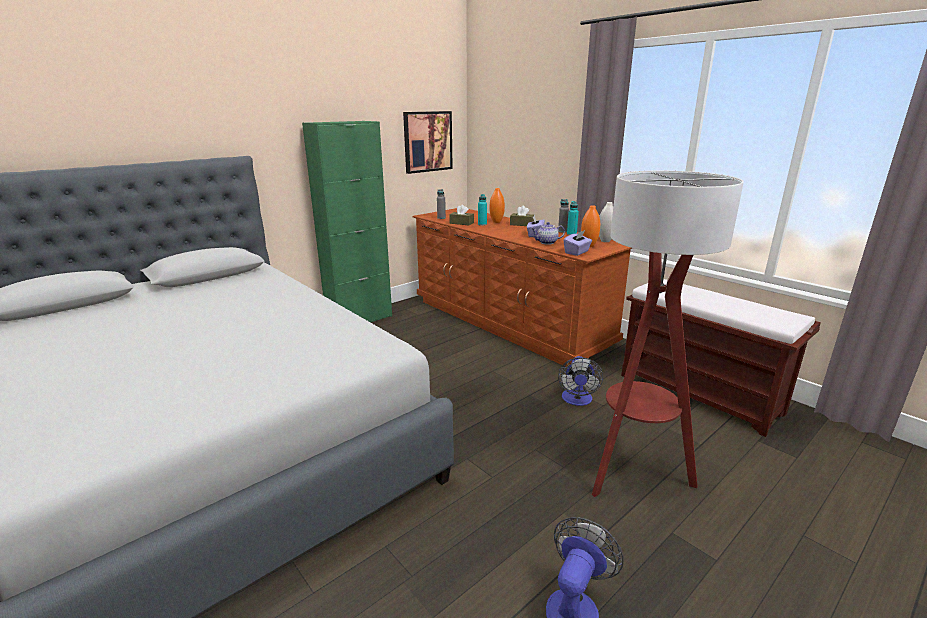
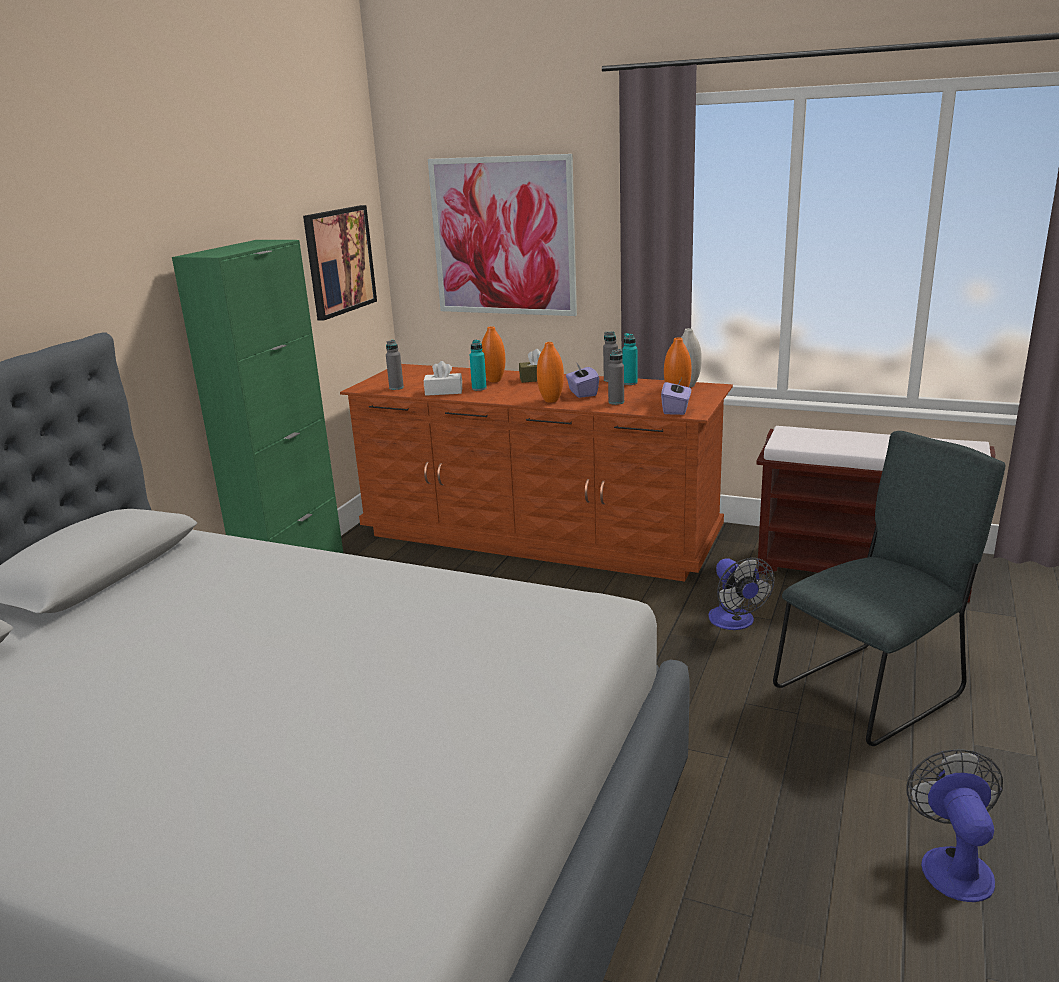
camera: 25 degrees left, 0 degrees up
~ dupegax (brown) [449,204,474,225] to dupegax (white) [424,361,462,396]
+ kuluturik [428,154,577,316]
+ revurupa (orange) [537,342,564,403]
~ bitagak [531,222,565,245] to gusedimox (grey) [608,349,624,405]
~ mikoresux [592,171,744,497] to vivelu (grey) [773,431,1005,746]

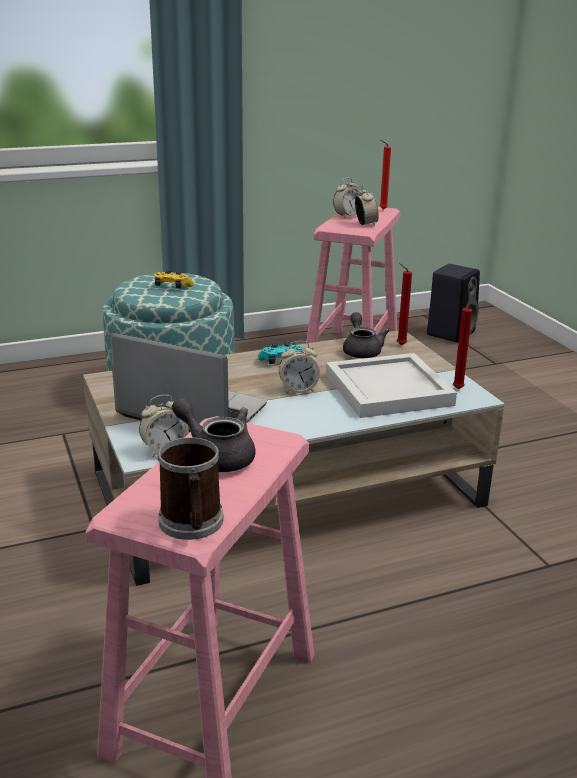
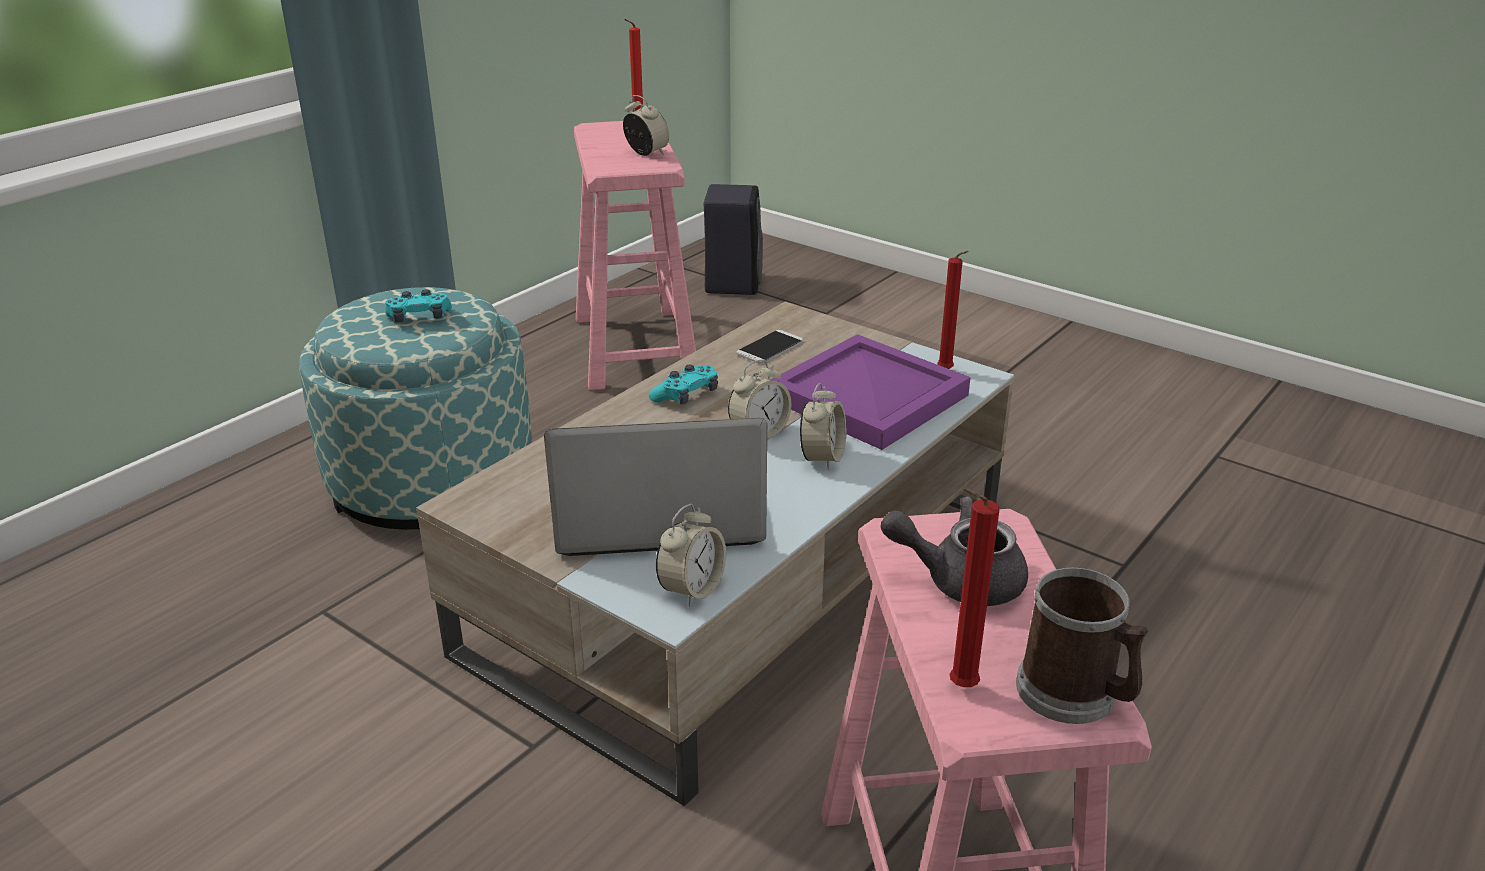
camera: 30 degrees left, 5 degrees up
~ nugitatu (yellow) [154,270,194,288] to nugitatu (turquoise) [385,289,452,322]
~ bitagak (grey) [343,312,389,358] to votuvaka [736,330,803,364]
~ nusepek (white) [326,353,457,418] to nusepek (purple) [770,334,970,450]
~ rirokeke [333,178,360,219] to [800,383,846,471]
~ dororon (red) [397,263,412,345] to [949,488,1000,687]

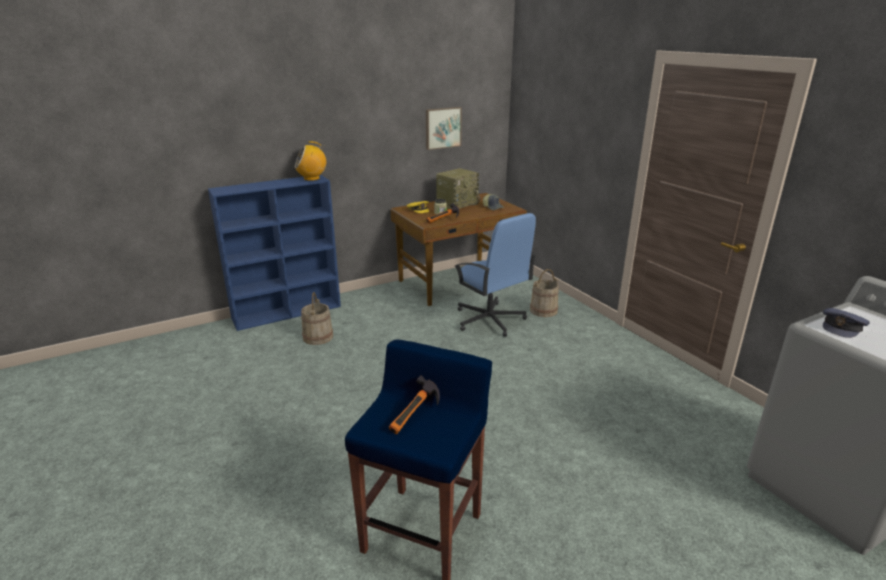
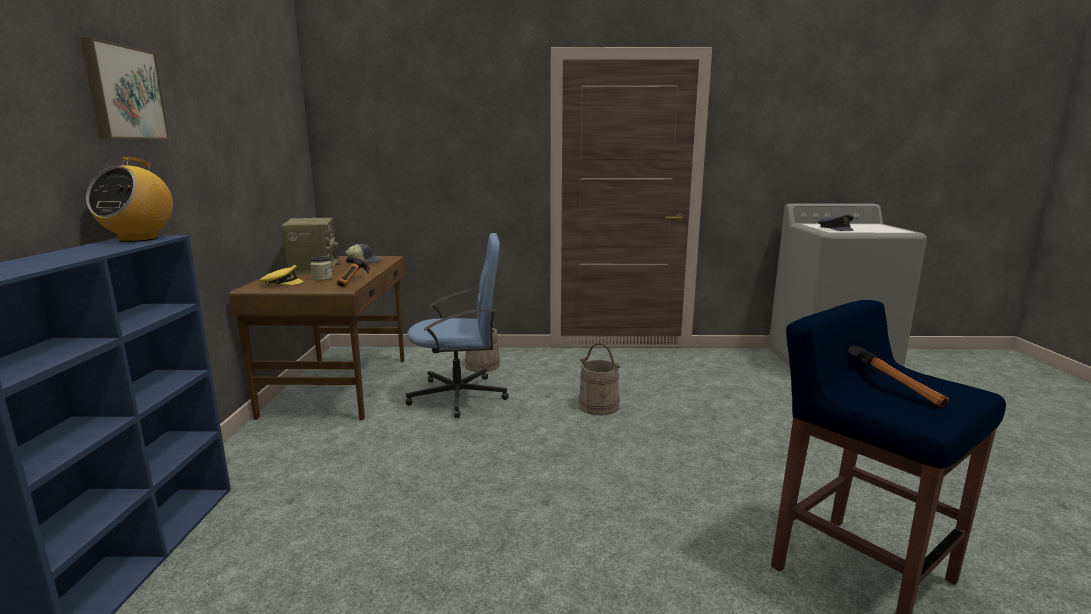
camera: 60 degrees left, 10 degrees down
~ kuluturik [426,107,462,150] to [80,37,171,140]
~ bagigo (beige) [301,292,333,345] to [578,342,621,415]

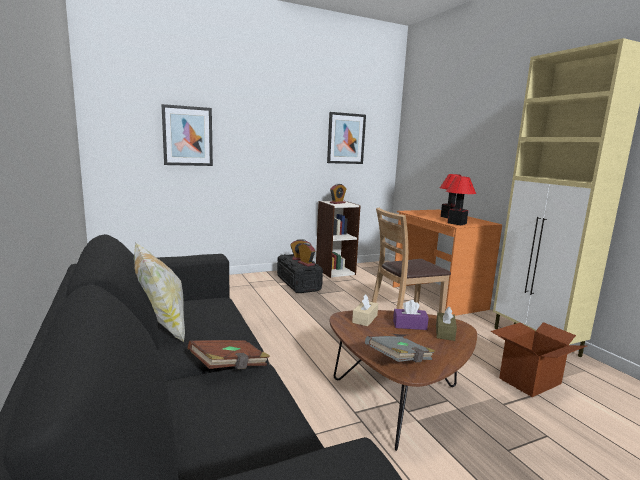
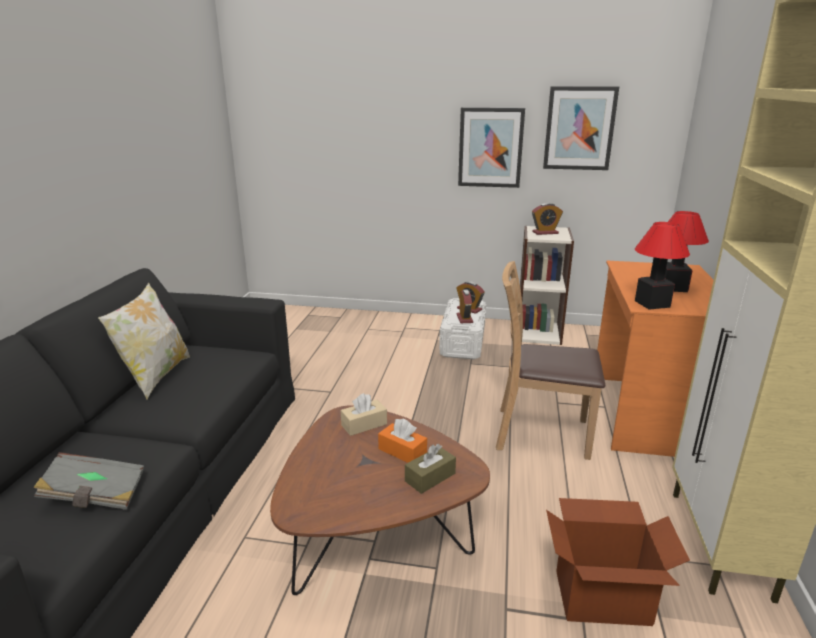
camera: 35 degrees right, 10 degrees up
~ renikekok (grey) [365,336,435,363] to [34,452,144,510]
~ dupegax (purple) [393,300,429,330] to dupegax (orange) [378,418,427,463]
~ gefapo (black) [277,254,323,293] to gefapo (white) [439,298,486,359]
~ kuluturik [161,104,213,166] to [458,107,525,188]
- renikekok (brown) [188,340,270,369]

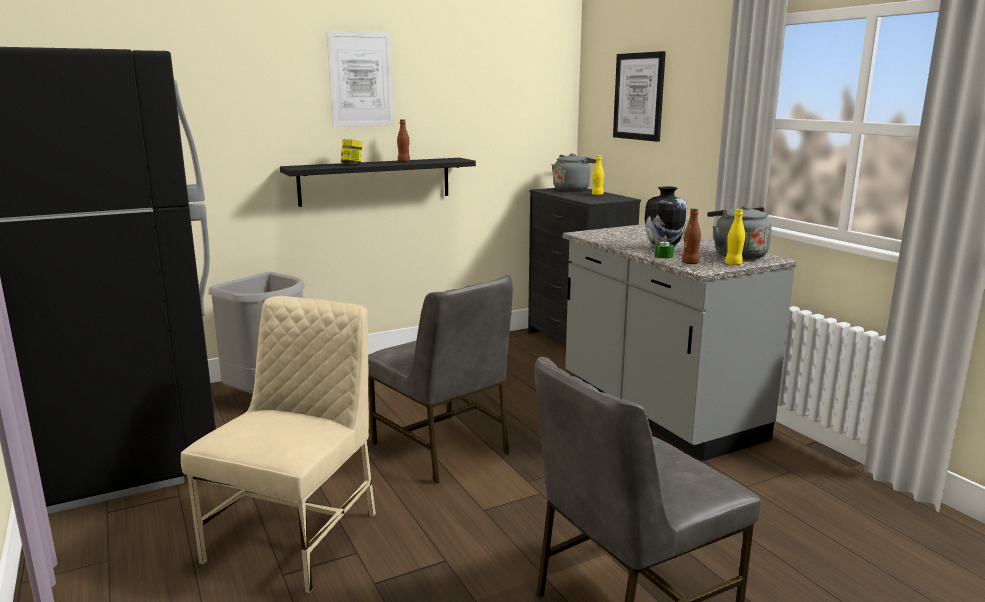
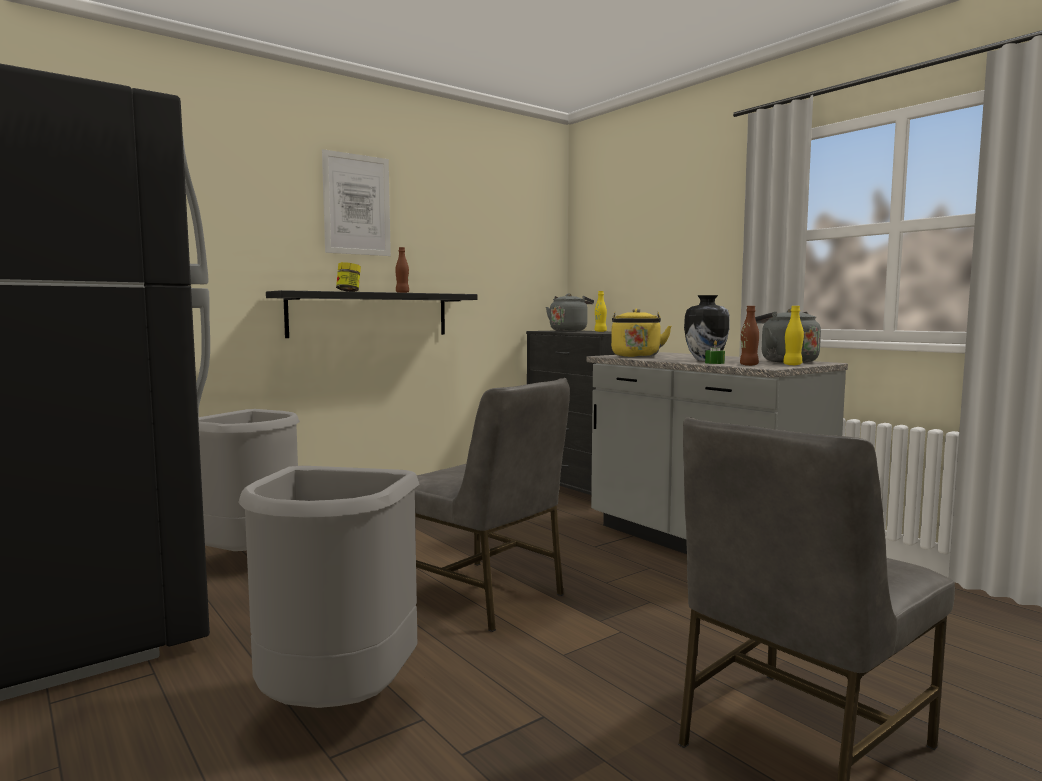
camera: 10 degrees left, 10 degrees down
~ vivelu (beige) [181,296,376,593] to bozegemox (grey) [238,466,419,708]
+ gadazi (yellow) [611,309,672,357]
- kuluturik [613,51,666,142]

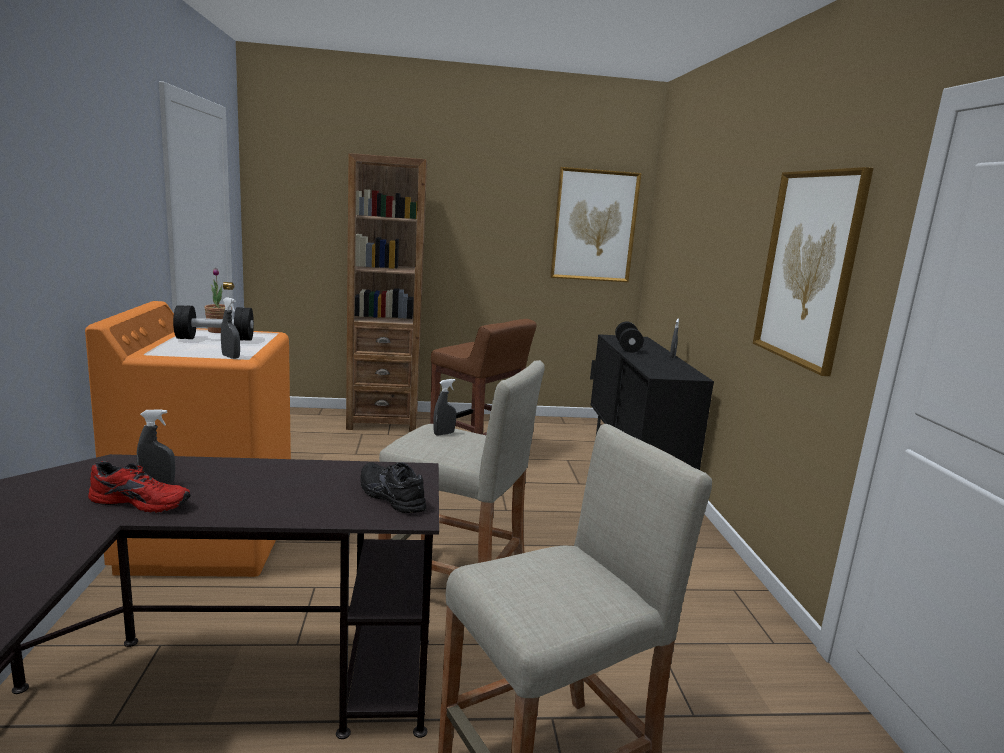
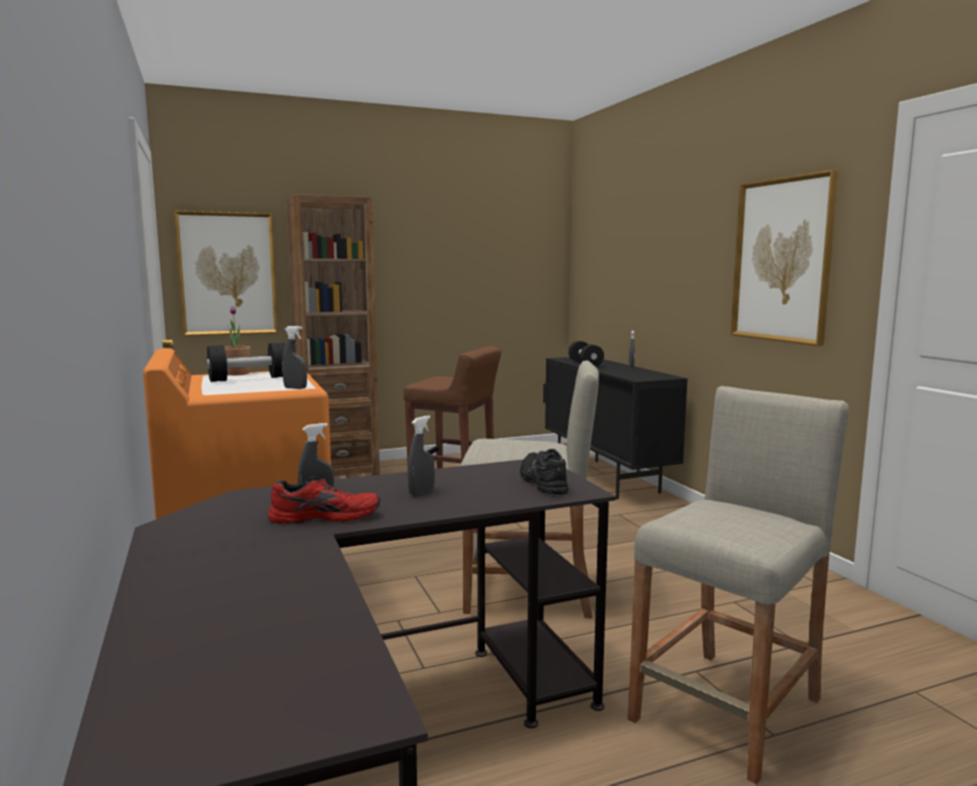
camera: 15 degrees left, 5 degrees down
~ kuluturik [550,167,641,282] to [174,211,278,336]
~ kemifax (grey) [433,379,456,436] to [407,416,435,496]
~ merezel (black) [360,462,426,513] = [520,449,568,494] 45 degrees clockwise

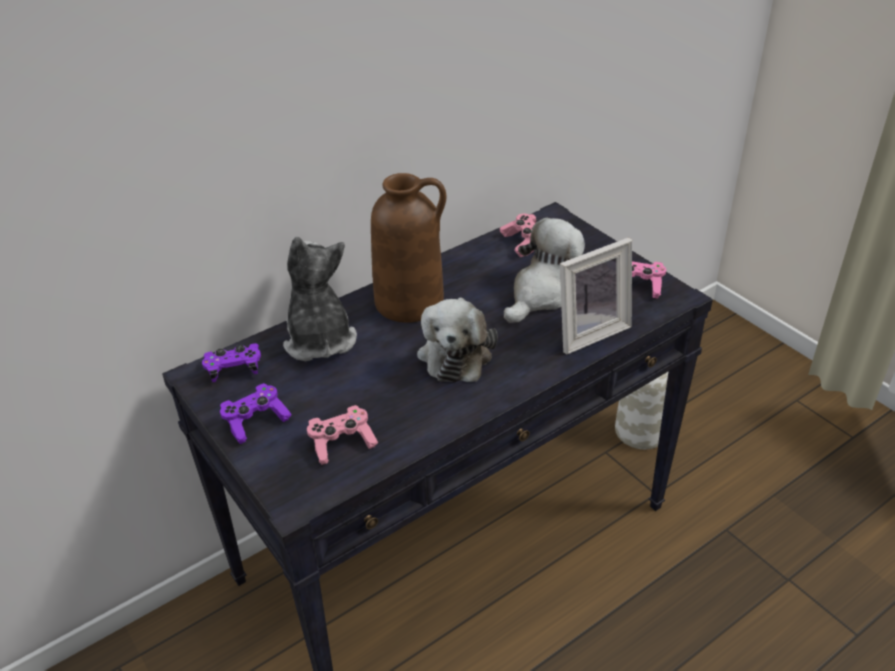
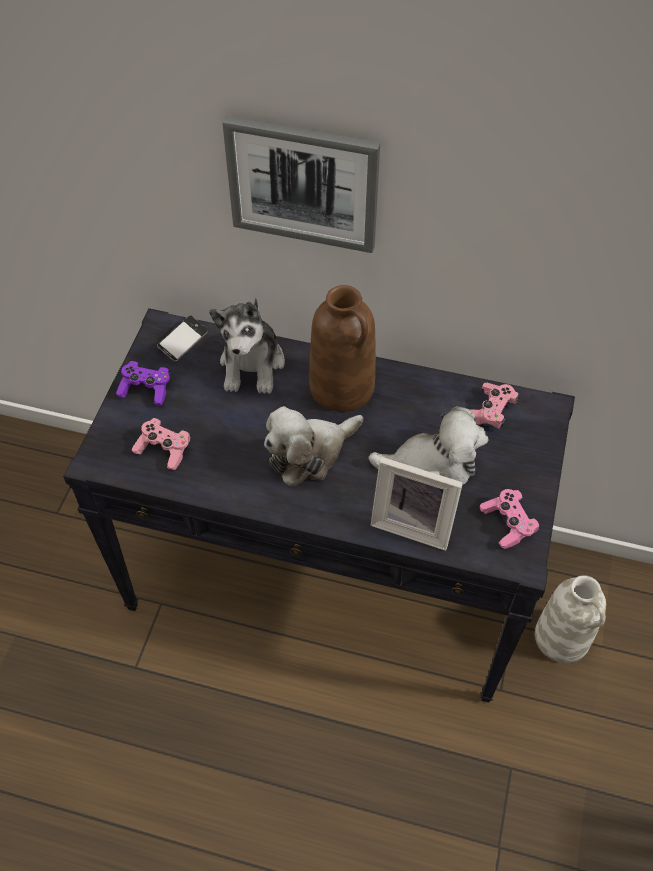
camera: 50 degrees right, 15 degrees up
~ nugitatu (purple) [202,343,261,382] to votuvaka [157,315,208,362]
~ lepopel [283,237,357,361] = [209,297,285,394] 150 degrees clockwise
+ kuluturik [222,116,380,253]

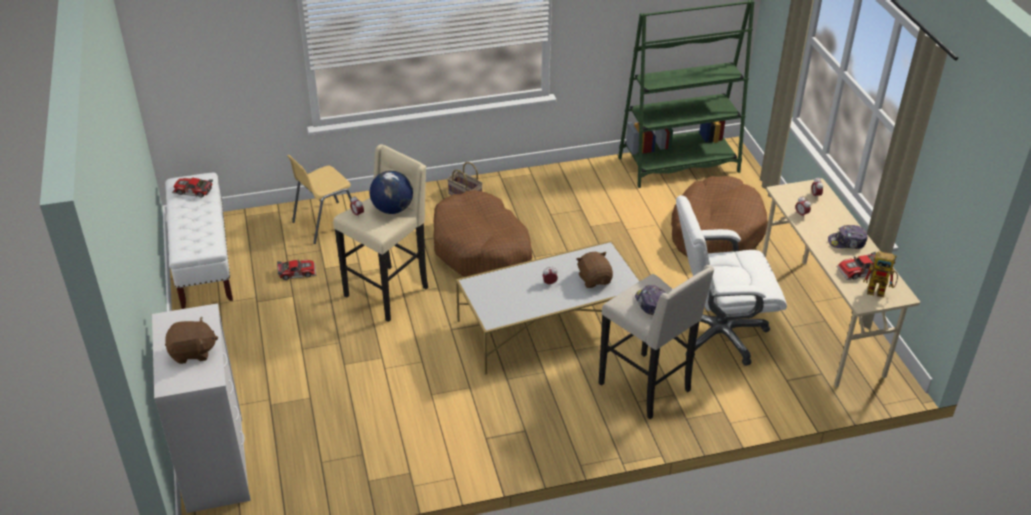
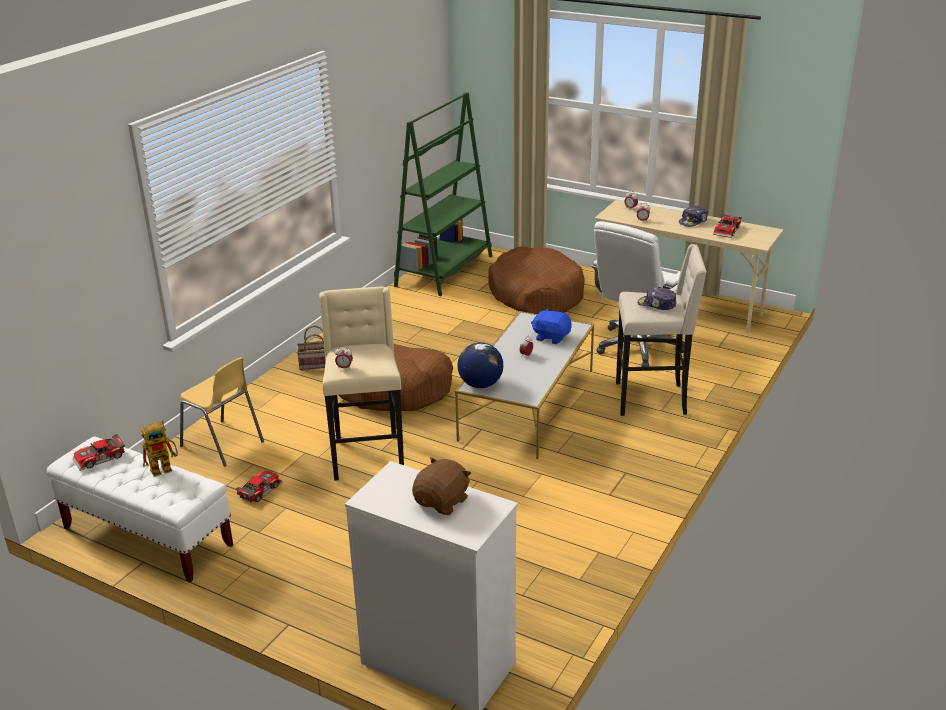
camera: 45 degrees left, 10 degrees down
~ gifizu [863,251,898,297] to [141,421,178,477]
~ vivelu (yellow) [287,155,352,244] = [180,357,264,466] 60 degrees counterclockwise
~ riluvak [369,171,413,214] to [458,342,503,388]
~ lepopel (brown) [576,252,613,288] to lepopel (blue) [531,308,572,344]

